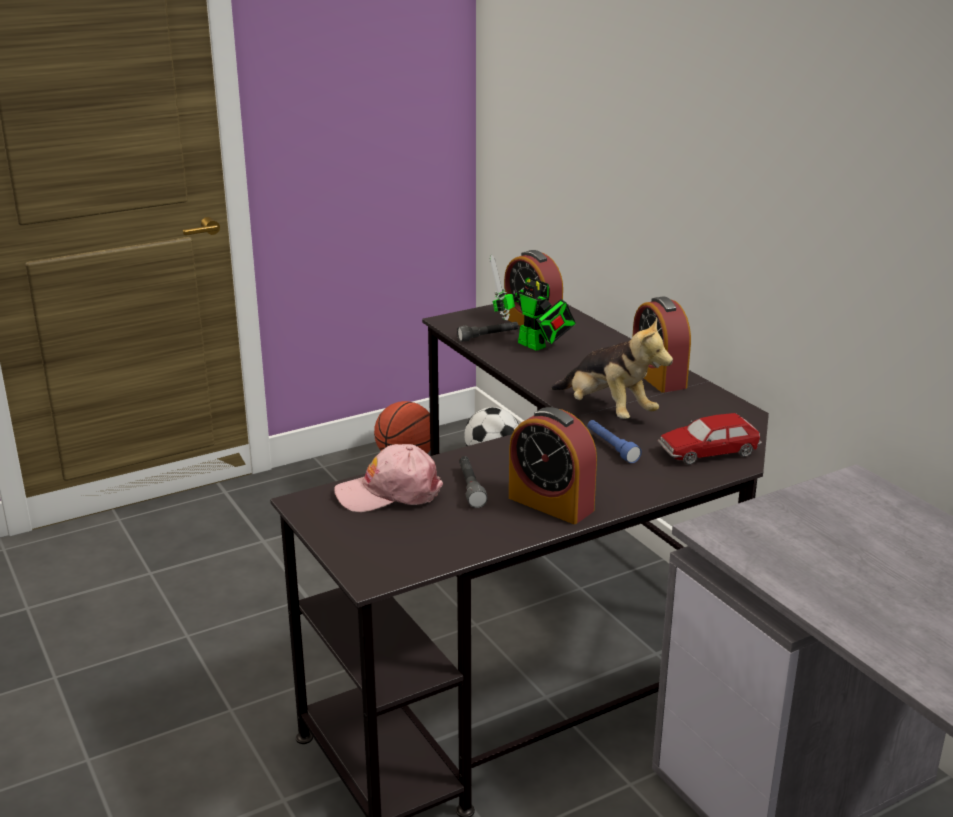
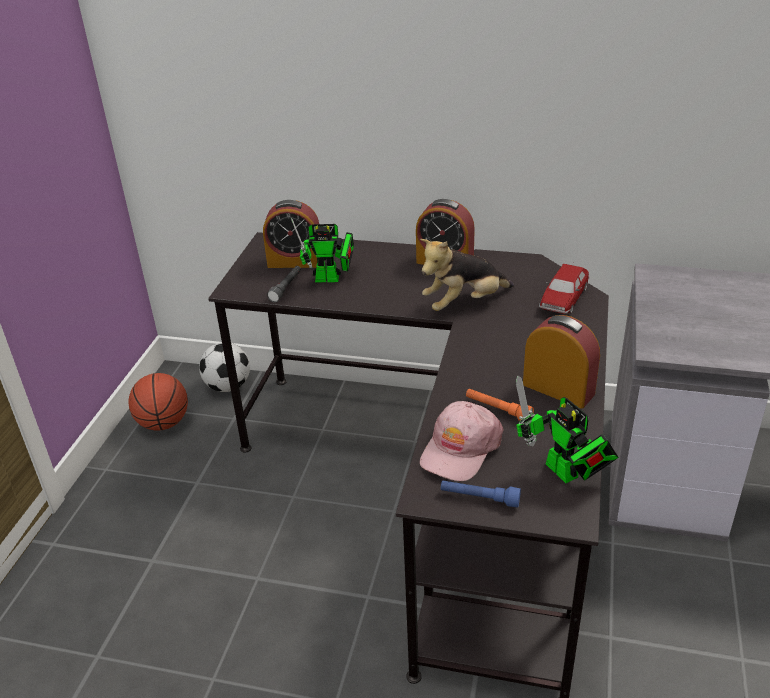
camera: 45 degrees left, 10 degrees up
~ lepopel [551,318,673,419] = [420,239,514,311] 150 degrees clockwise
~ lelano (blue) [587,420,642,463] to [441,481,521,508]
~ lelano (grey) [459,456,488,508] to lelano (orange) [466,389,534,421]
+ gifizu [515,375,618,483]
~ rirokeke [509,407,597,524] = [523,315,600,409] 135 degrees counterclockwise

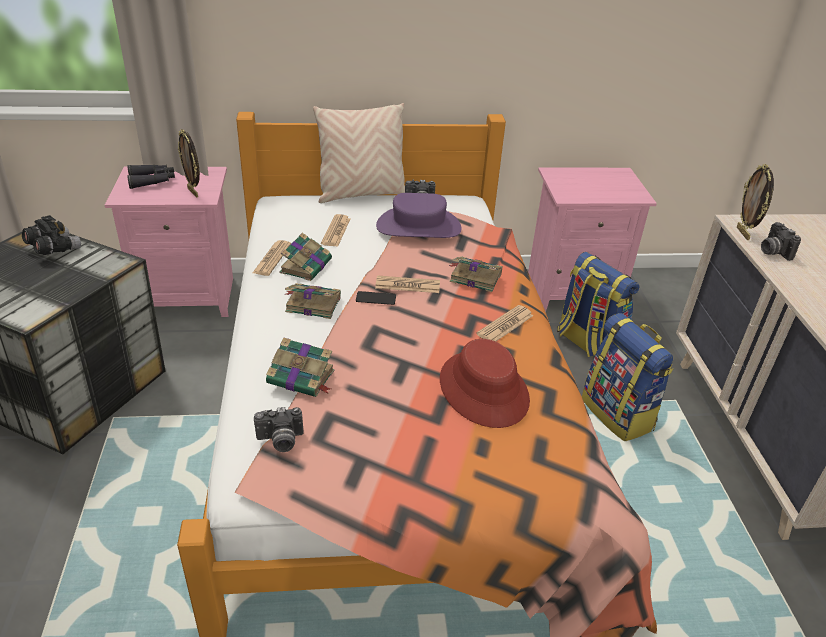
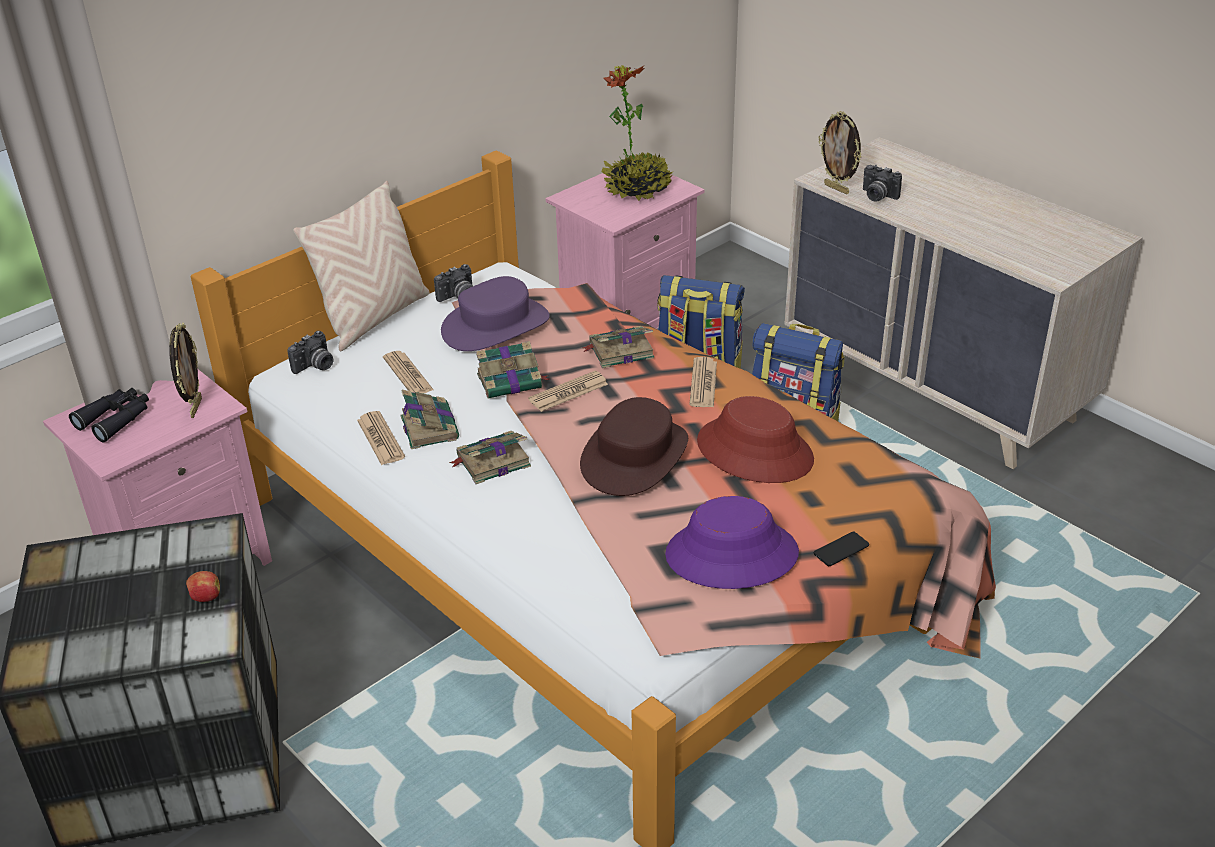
camera: 35 degrees left, 0 degrees up
~ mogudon [178,129,200,197] = [169,323,202,418] 105 degrees counterclockwise
+ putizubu [186,571,220,602]
~ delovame [254,407,304,452] to [288,331,333,374]
~ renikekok [266,337,335,397] to [476,341,550,399]
+ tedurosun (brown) [580,397,688,496]
+ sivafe [602,65,674,201]
+ tedurosun (purple) [665,496,799,589]
~ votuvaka [356,291,396,305] to [814,532,869,566]
- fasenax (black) [22,215,81,255]

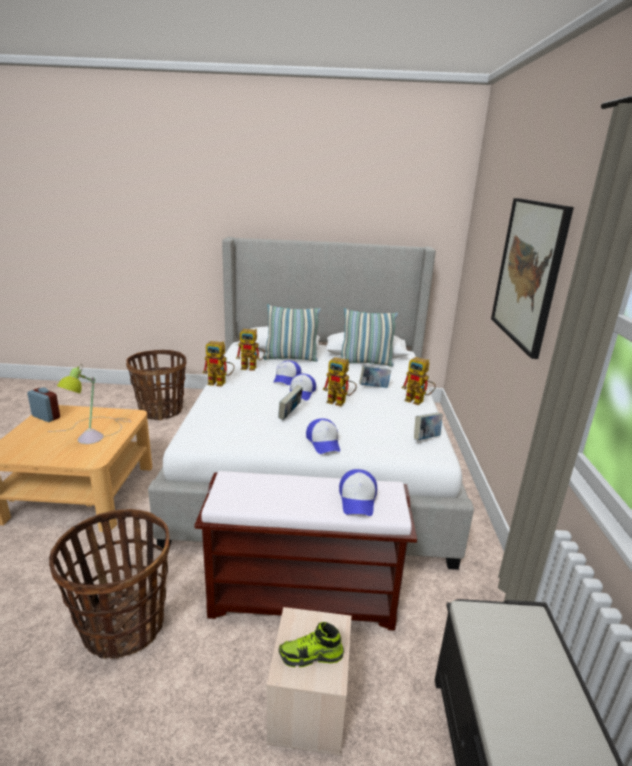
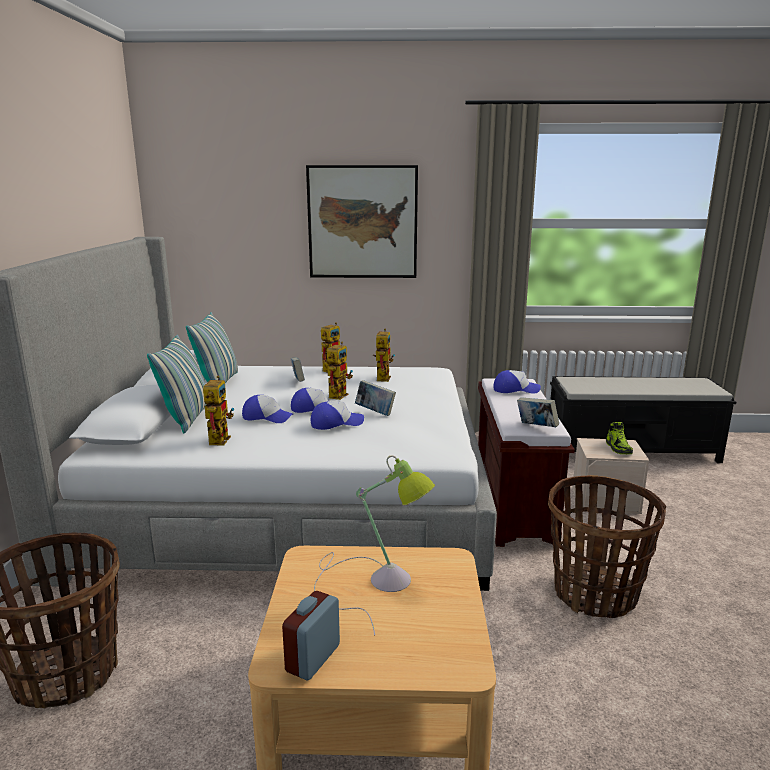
camera: 90 degrees left, 5 degrees down
~ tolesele [306,418,340,454] to [311,401,364,430]
~ gifizu [203,341,235,387] to [373,328,395,382]
~ renikekok [414,413,443,440] to [517,397,559,427]

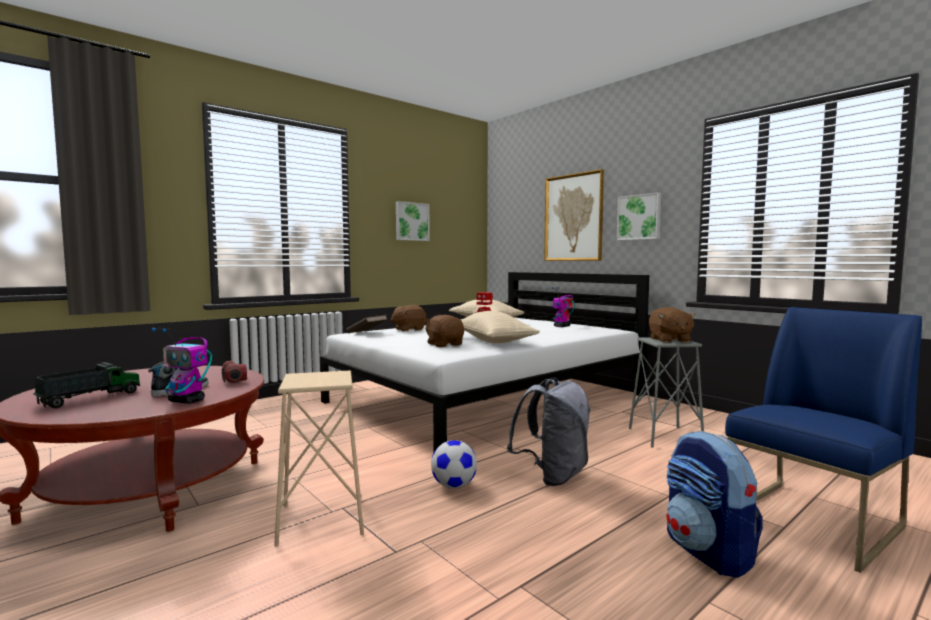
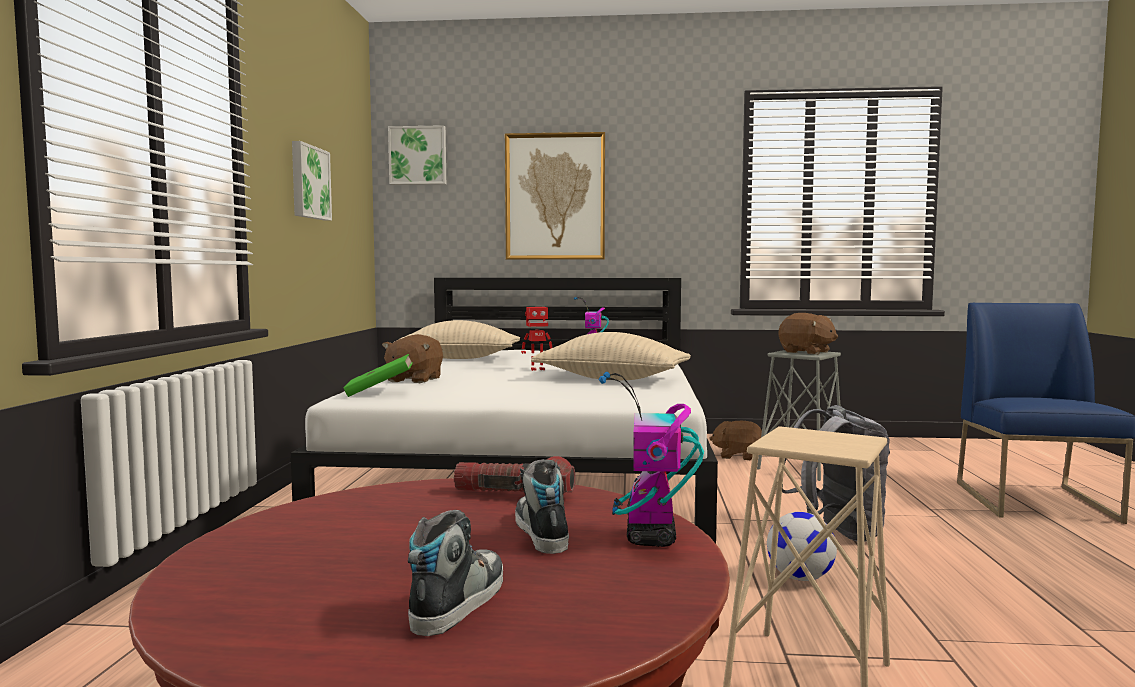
camera: 45 degrees left, 0 degrees up
~ renikekok (brown) [346,315,388,333] to renikekok (green) [344,354,413,397]
~ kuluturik [617,192,661,240] to [388,125,446,185]
~ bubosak [33,362,140,408] to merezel [408,510,503,636]
~ gifizu [151,328,212,404] = [599,372,704,547] 120 degrees clockwise
~ lepopel (brown) [424,315,464,347] to [709,421,762,460]
- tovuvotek [666,431,763,578]

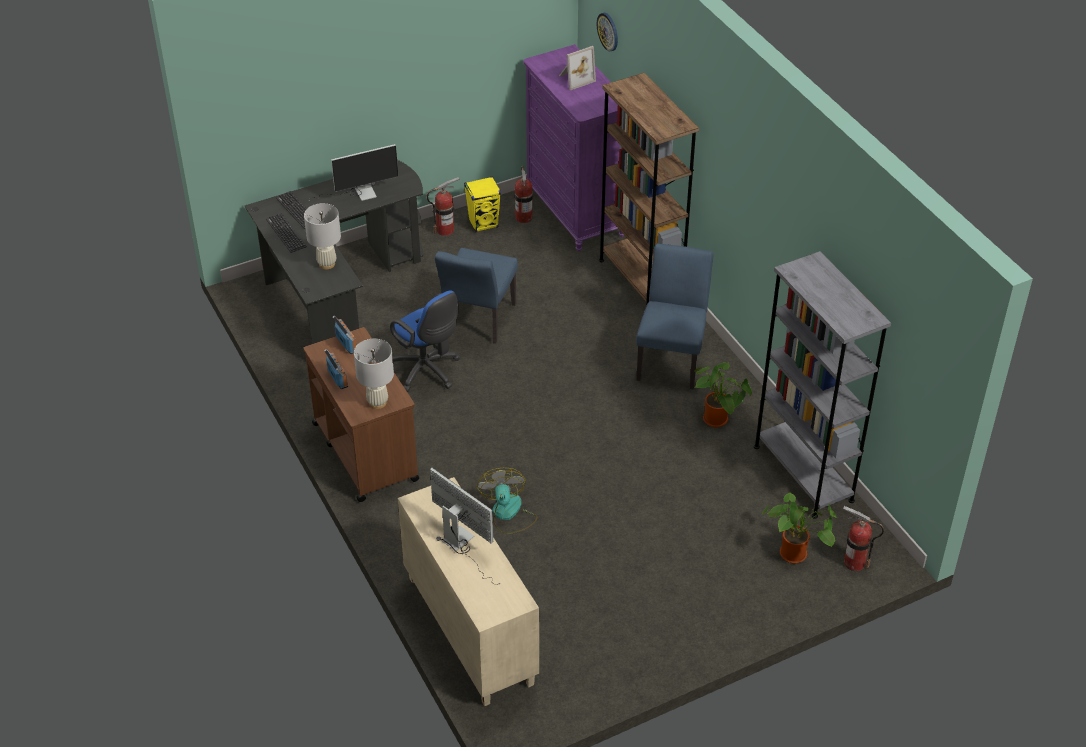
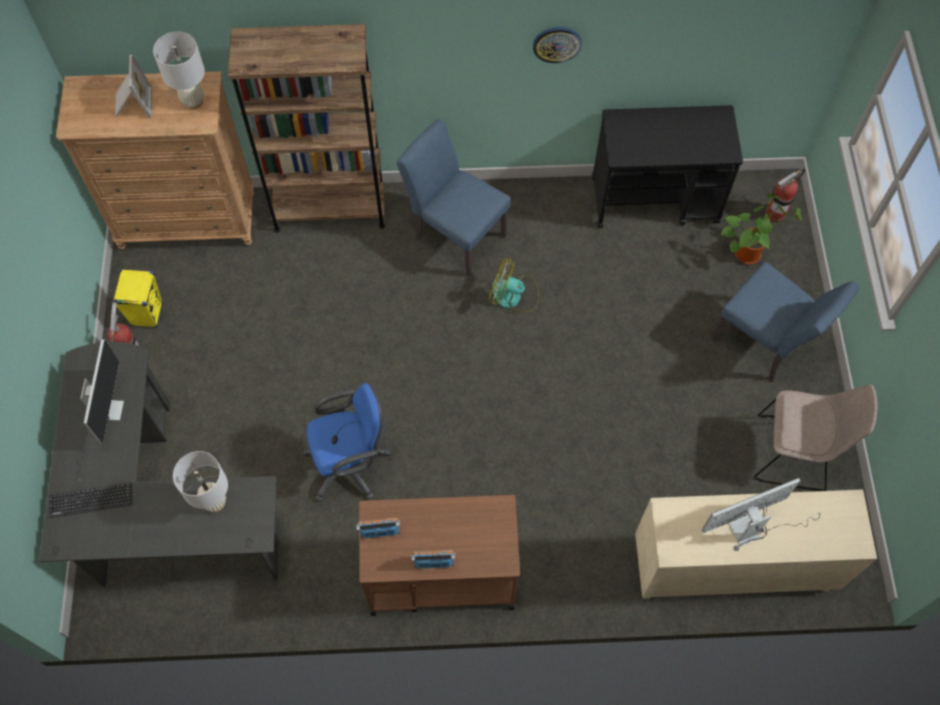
camera: 65 degrees left, 20 degrees up
~ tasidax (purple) [523,44,624,252] to tasidax (brown) [56,71,254,250]
~ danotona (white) [354,339,394,409] to [153,32,205,110]
~ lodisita [477,468,538,534] to [488,257,539,313]
~ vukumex [597,13,618,51] to [533,27,582,63]
~ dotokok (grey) [754,251,891,519] to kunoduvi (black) [592,105,743,228]
~ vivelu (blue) [435,248,518,344] to [712,262,860,381]
+ vivelu (beige) [754,384,877,491]
- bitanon [266,213,307,253]
- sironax [514,166,533,223]
- sivafe [694,363,752,427]

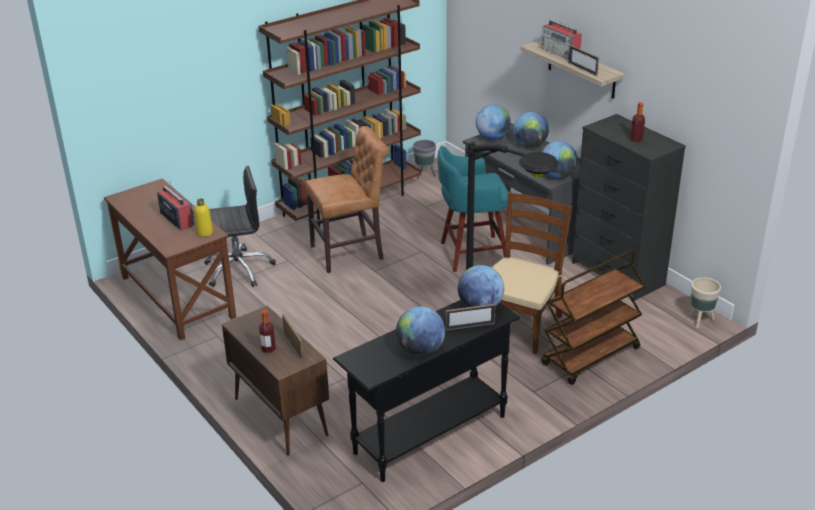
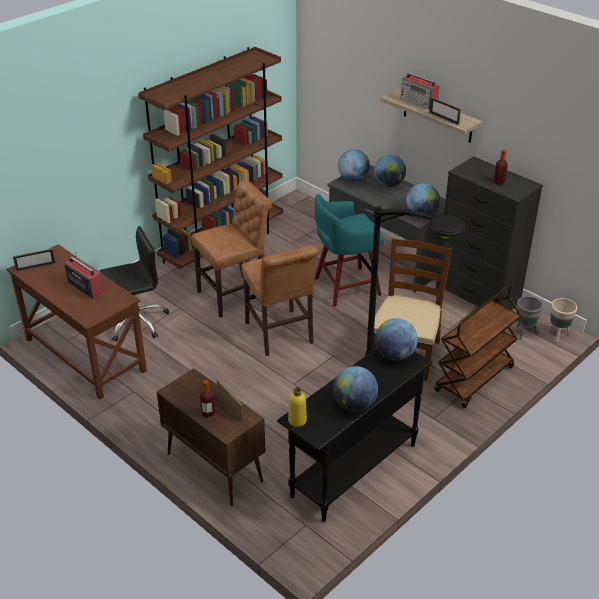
camera: 10 degrees left, 5 degrees up
~ mogudon [446,304,496,331] to [13,248,56,272]
+ vivelu (brown) [241,245,319,356]
~ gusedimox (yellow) [194,198,213,237] to [288,387,307,427]
~ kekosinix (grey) [413,140,436,180] to [516,296,543,340]

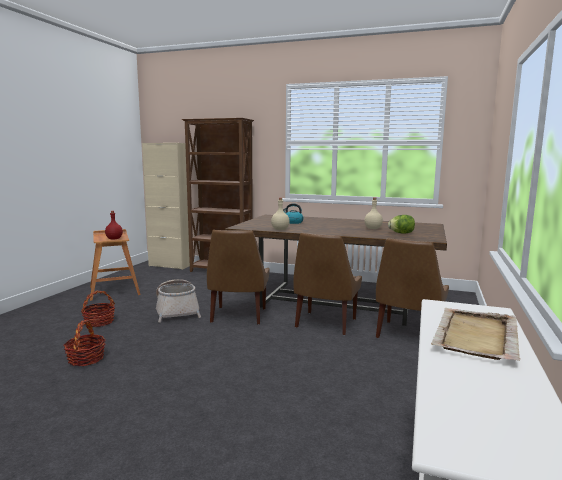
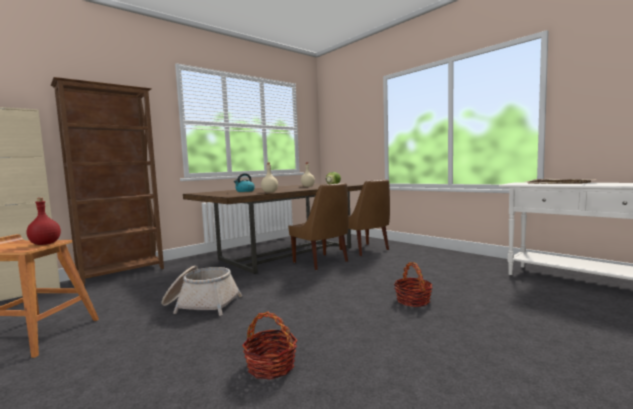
camera: 60 degrees left, 5 degrees down
~ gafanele [81,291,115,327] to [394,262,433,307]
- vivelu (brown) [207,230,270,324]

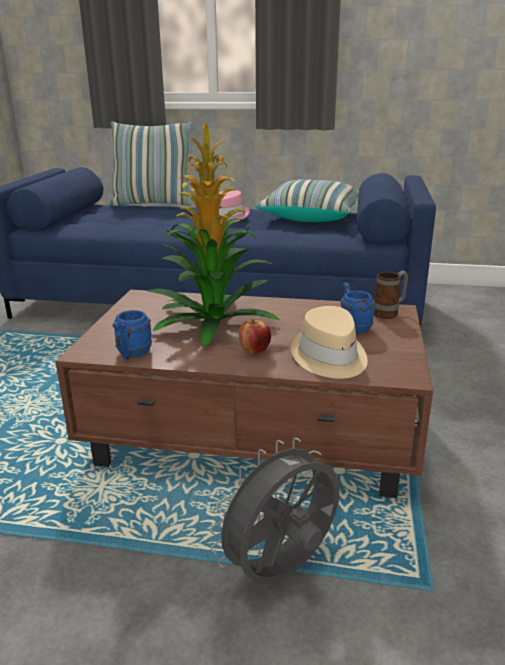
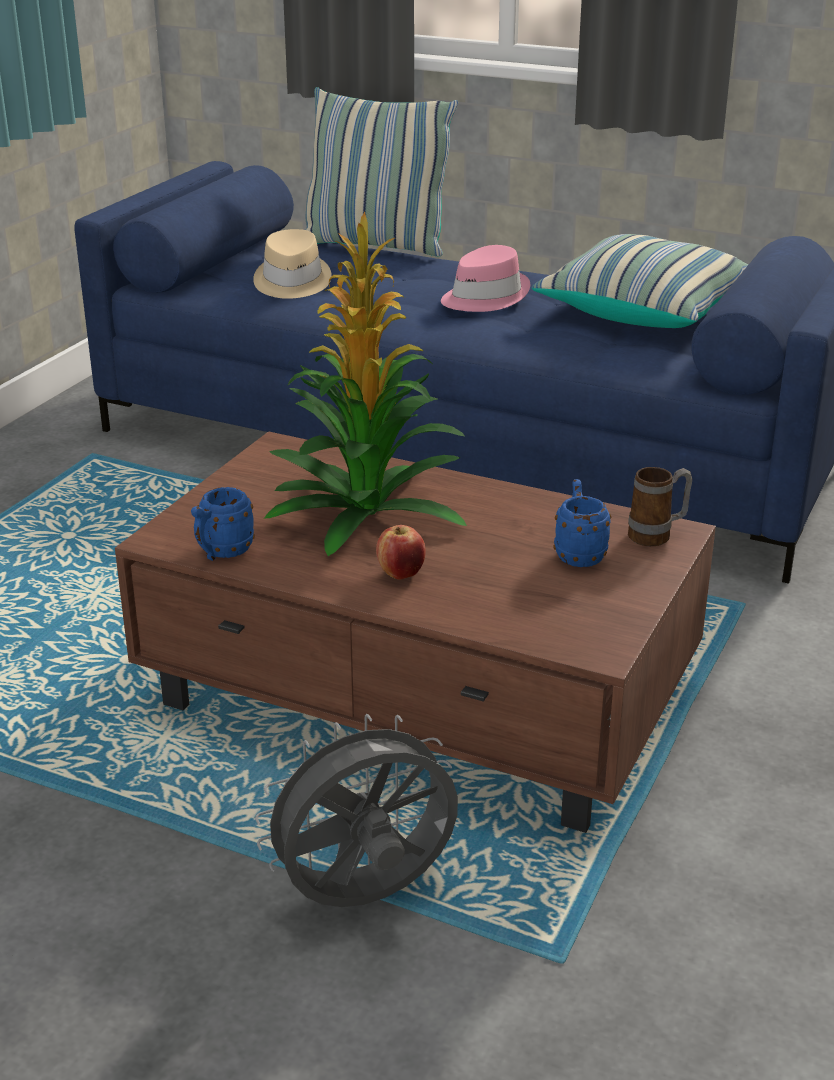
camera: 15 degrees right, 5 degrees up
~ tedurosun (beige) [291,306,368,379] to [253,229,332,299]

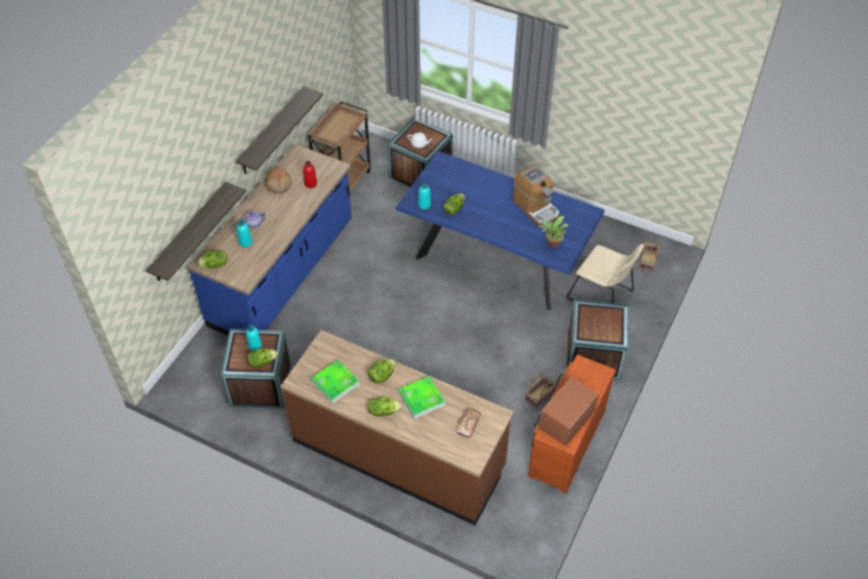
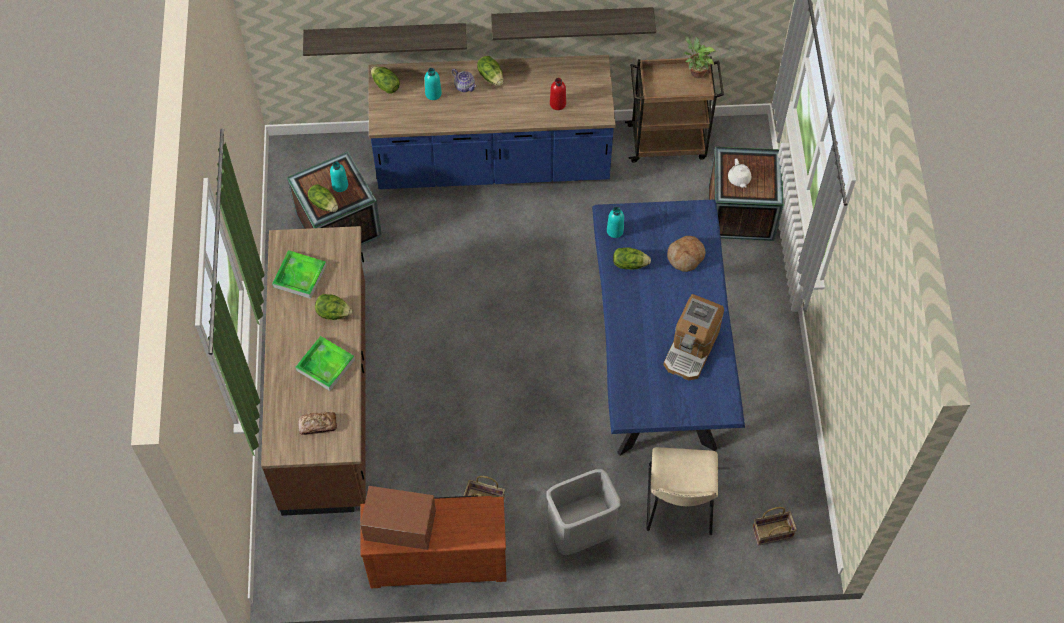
camera: 60 degrees right, 10 degrees up
~ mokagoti [368,397,402,416] to [477,56,503,86]
~ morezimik [567,299,629,380] to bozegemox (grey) [547,469,620,555]
~ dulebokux [265,168,292,193] to [667,236,706,272]
~ sivafe [538,216,569,248] to [684,36,716,78]

